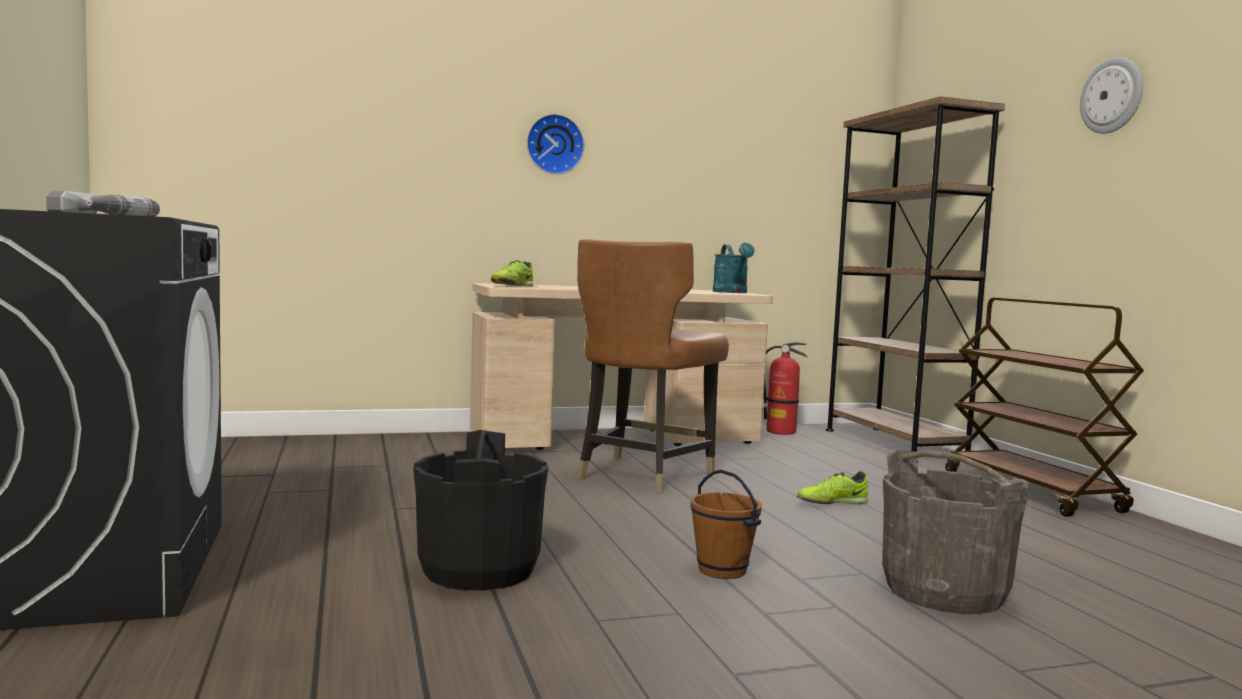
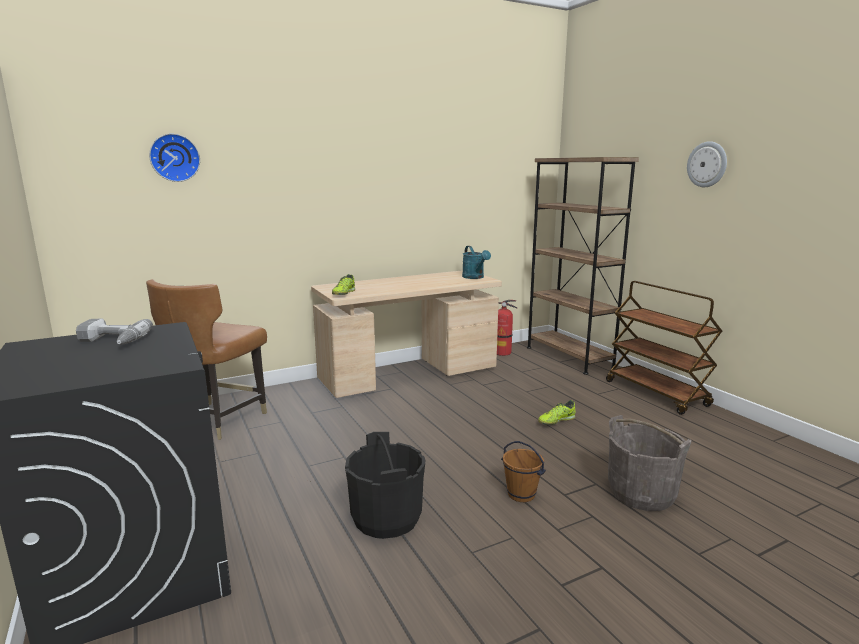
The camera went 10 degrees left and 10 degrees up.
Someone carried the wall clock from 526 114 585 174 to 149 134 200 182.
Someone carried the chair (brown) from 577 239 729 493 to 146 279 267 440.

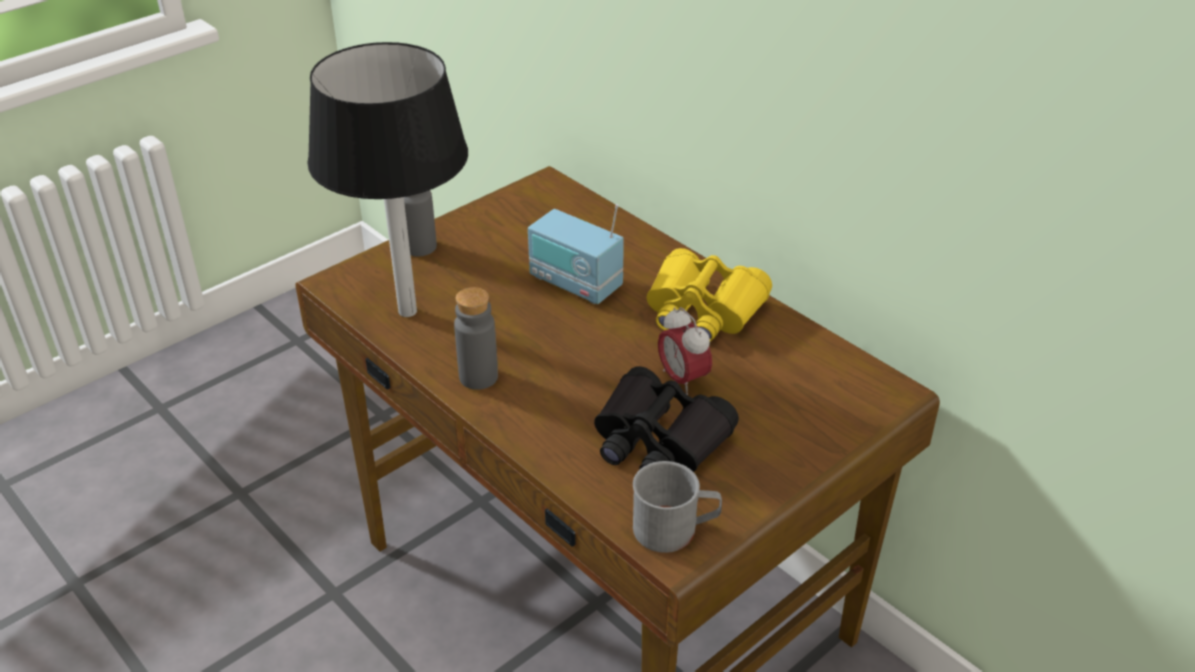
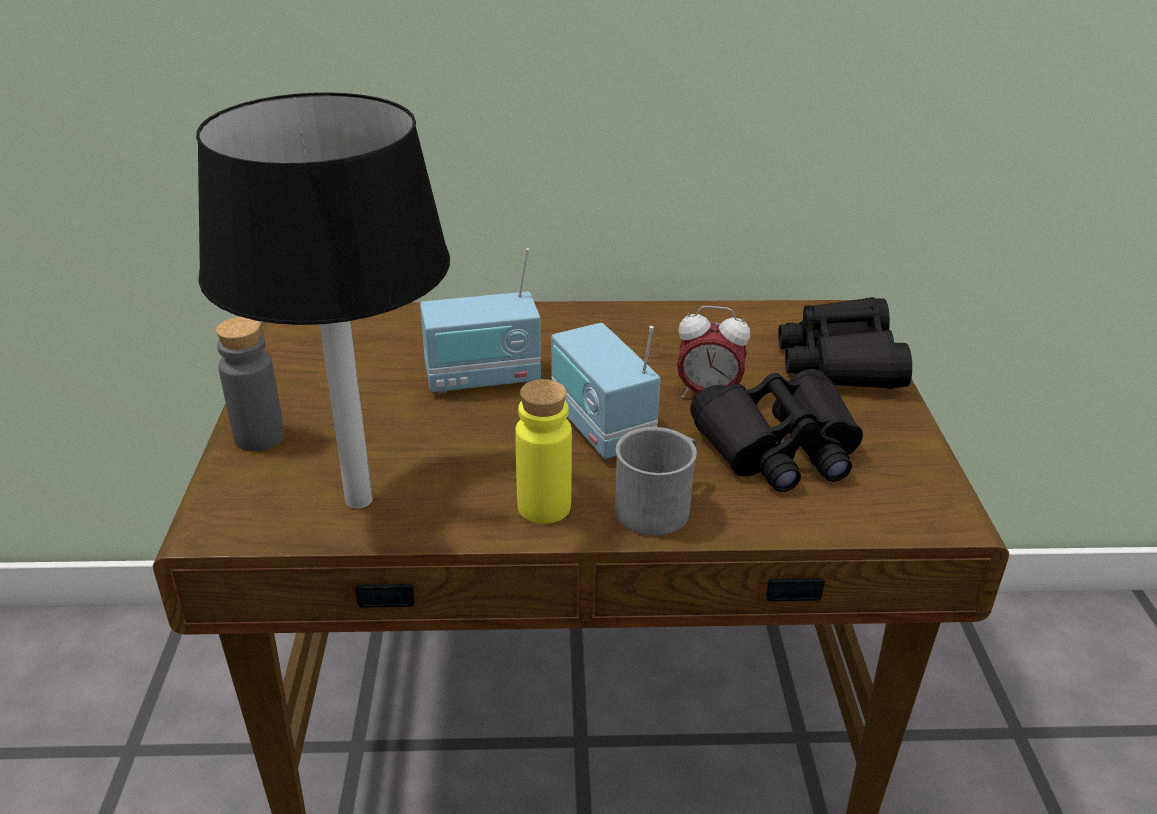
The camera went 50 degrees left and 5 degrees down.
Someone repainted the bottle (grey) at 454 287 498 390, which became the bottle (yellow) at 515 379 572 524.
Someone carried the mug (grey) from 633 461 722 553 to 615 427 697 536.
Someone took away the binoculars (yellow) at 646 248 772 342.
Someone put down the radio at 551 323 661 459.
Someone put down the binoculars (black) at 778 297 912 389.

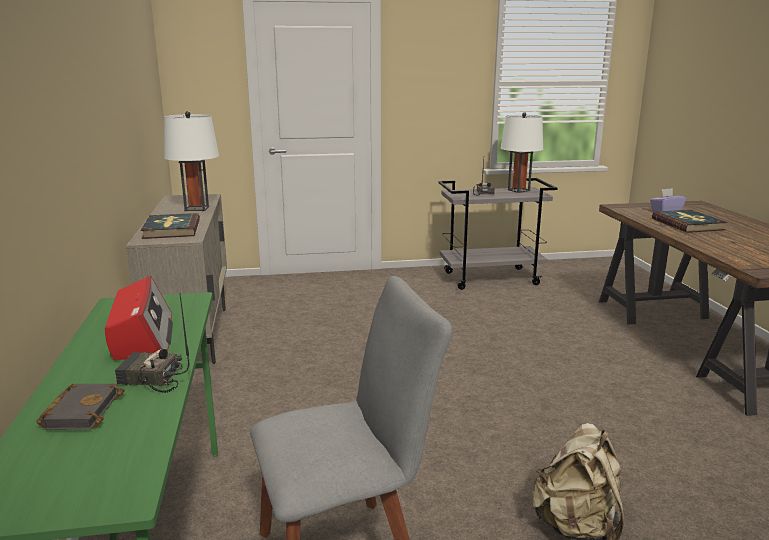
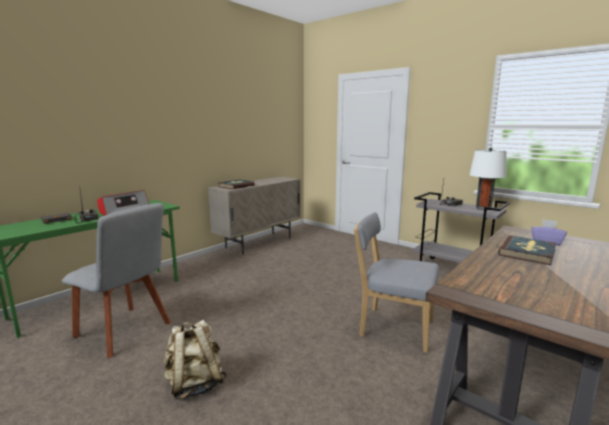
The camera went 50 degrees right and 5 degrees down.
Someone took away the table lamp (white) at 164 111 219 211.
Someone put down the chair (grey) at 354 212 439 353.

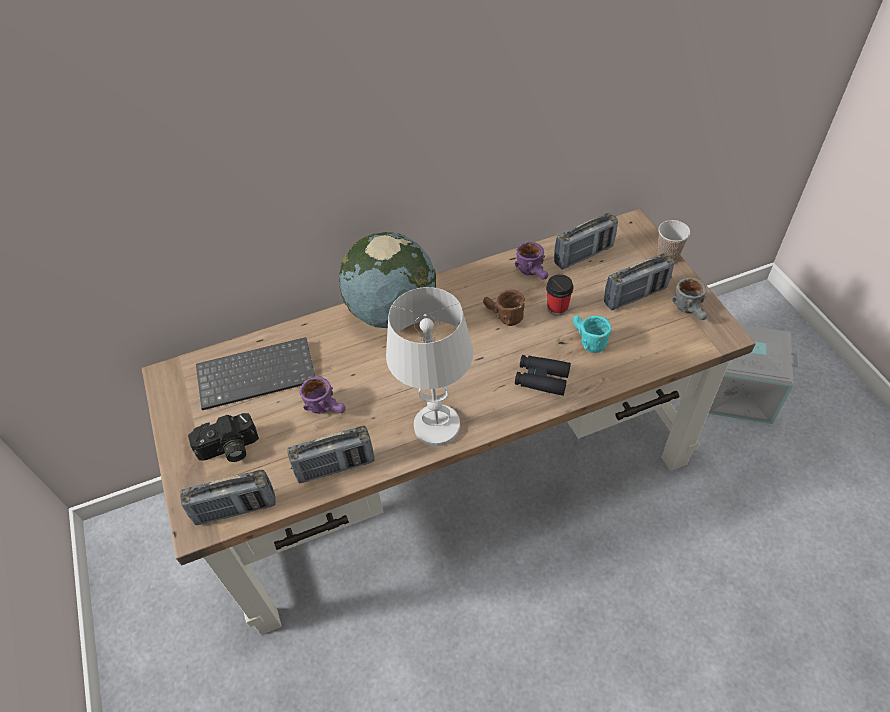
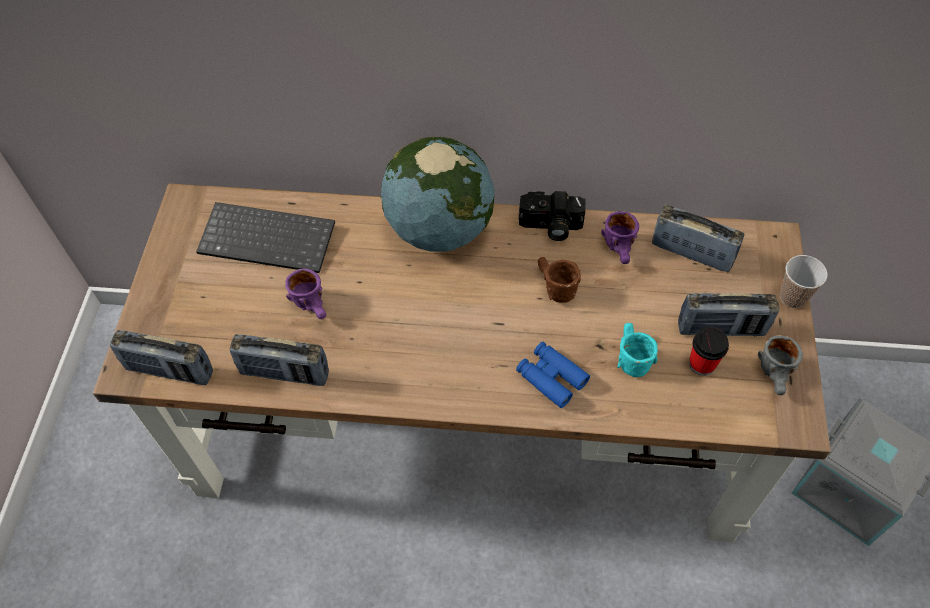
The camera went 25 degrees right and 5 degrees up.
Someone carried the photo camera from 188 413 259 462 to 519 191 585 241.
Someone took away the table lamp (white) at 386 287 473 446.
Someone repainted the binoculars (black) at 515 355 571 396, which became the binoculars (blue) at 516 342 590 408.
Someone carried the cup from 546 274 573 316 to 689 327 729 376.
Someone rotated the radio at 554 213 618 270 by 150 degrees counterclockwise.

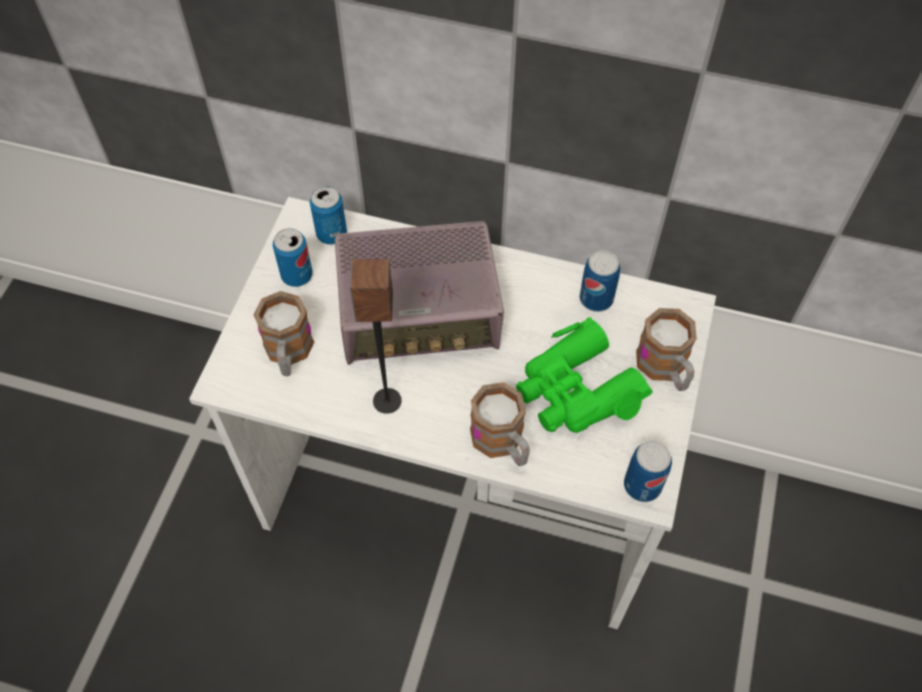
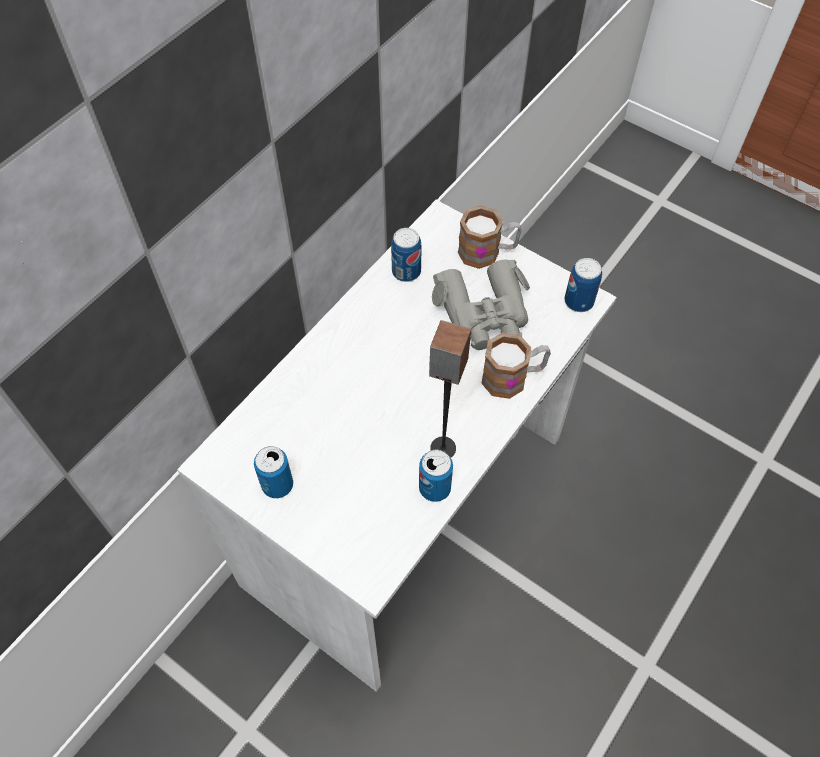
The camera went 70 degrees left and 0 degrees up.
Someone took away the mug at 253 291 314 376.
Someone carried the can from 310 186 347 244 to 419 450 453 502.
Someone took away the radio at 335 221 504 365.
Someone repainted the binoculars (green) at 516 317 653 433, which became the binoculars (grey) at 432 260 530 350.

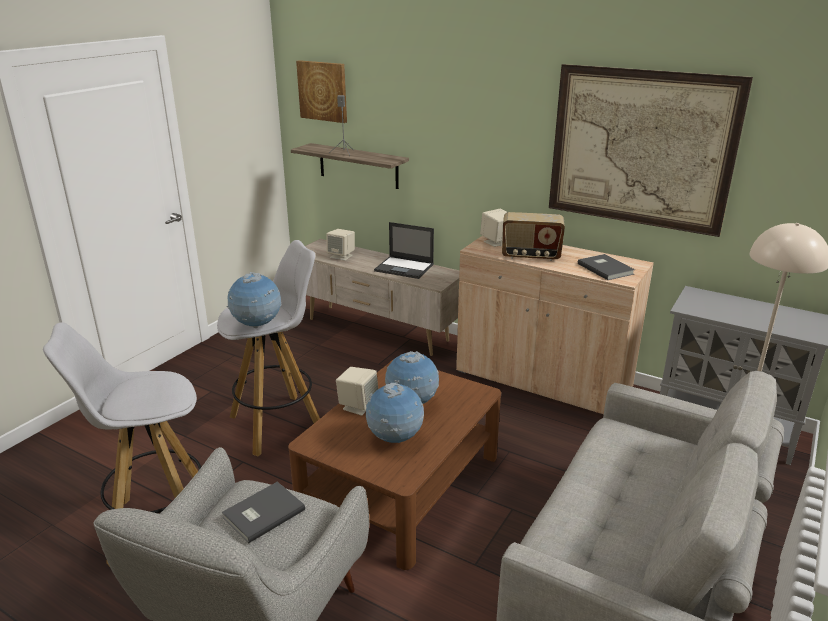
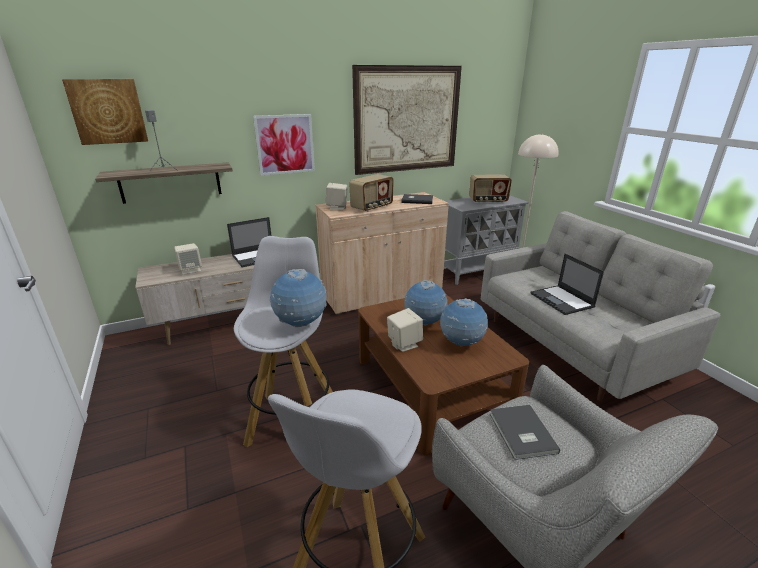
The camera went 55 degrees left and 0 degrees up.
Someone put up the picture at 253 114 315 176.
Someone put down the radio at 469 175 512 203.
Someone put down the laptop at 530 254 604 315.

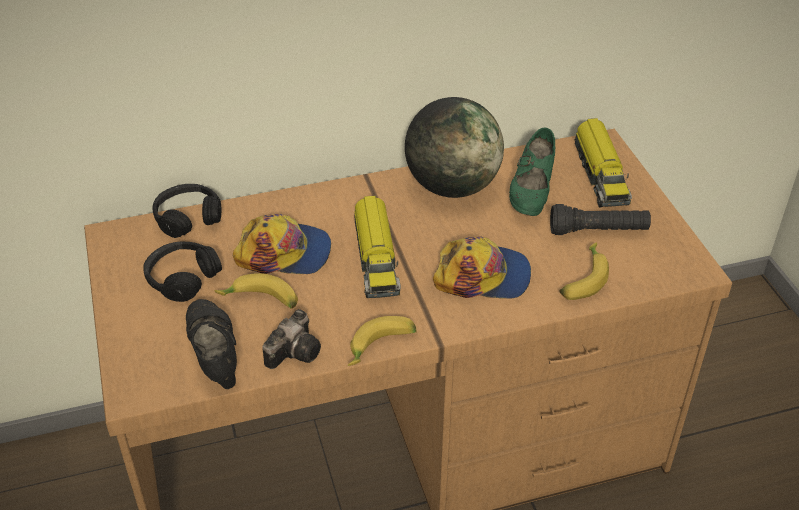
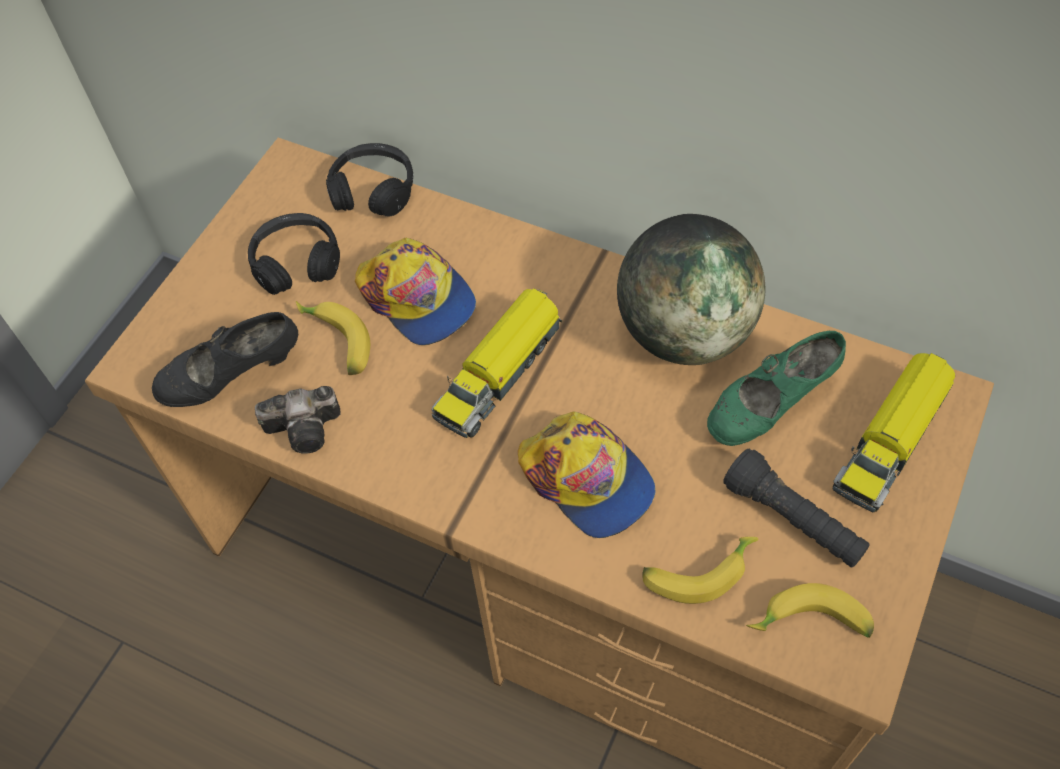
The camera went 45 degrees right and 15 degrees up.
Someone rotated the shoe (black) at 186 299 237 389 by 135 degrees counterclockwise.
Someone carried the banana from 348 316 417 366 to 746 583 874 638.

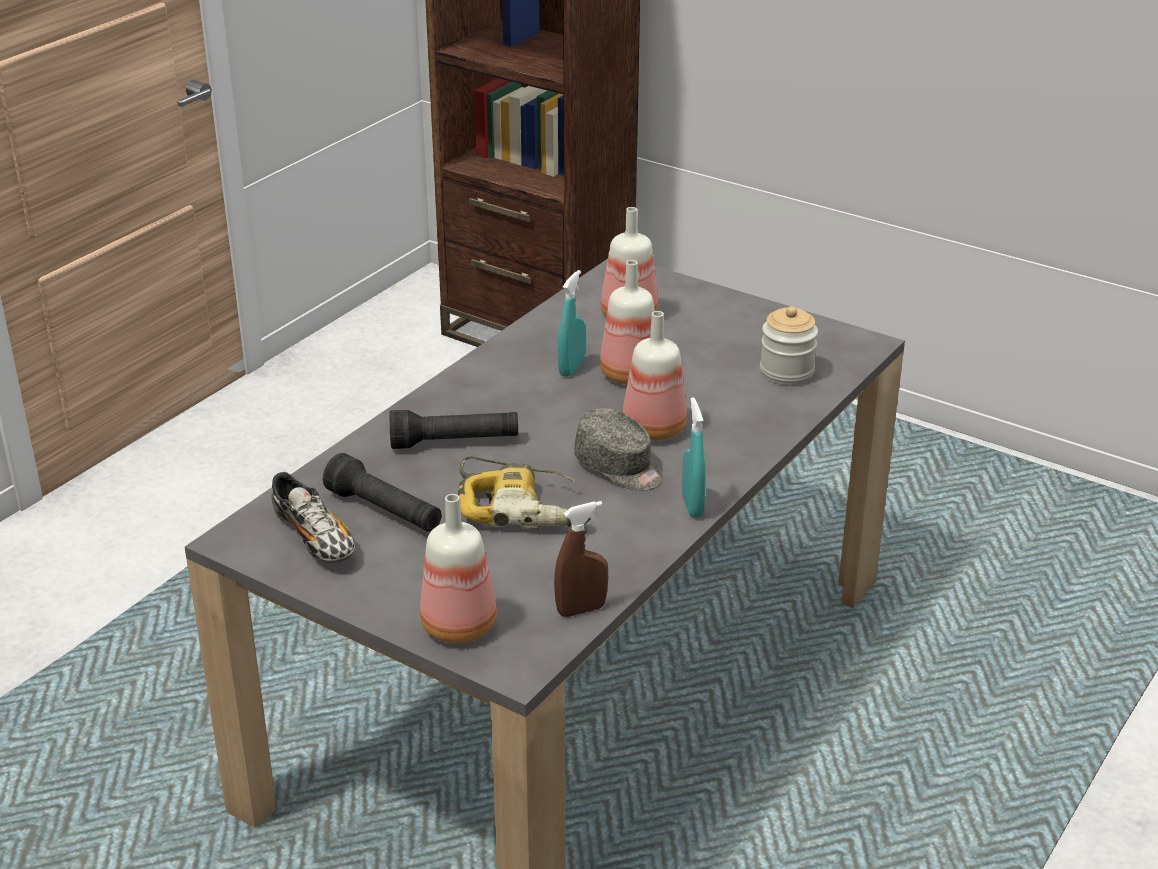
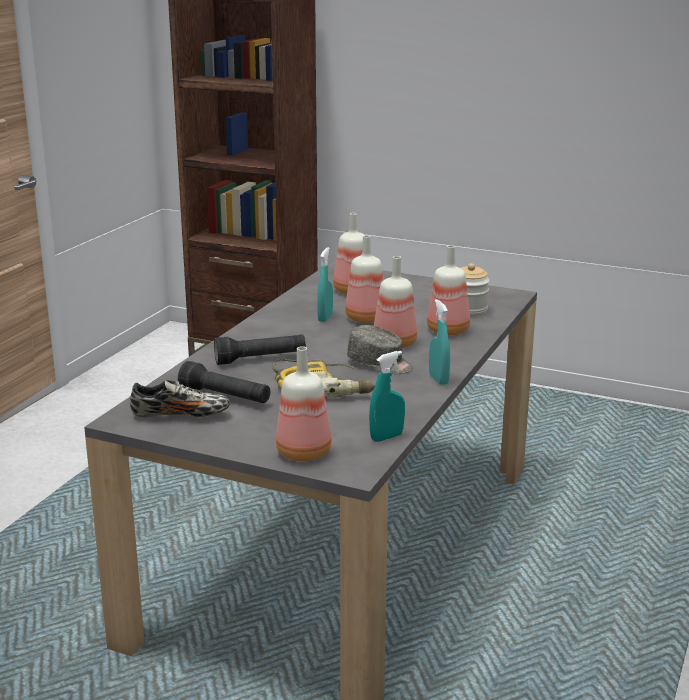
The camera went 10 degrees left and 10 degrees down.
Someone rotated the shoe at 272 472 355 563 by 45 degrees counterclockwise.
Someone repainted the spray bottle (brown) at 554 501 608 617, which became the spray bottle (turquoise) at 369 351 405 442.
Someone put down the bottle at 427 245 470 335.

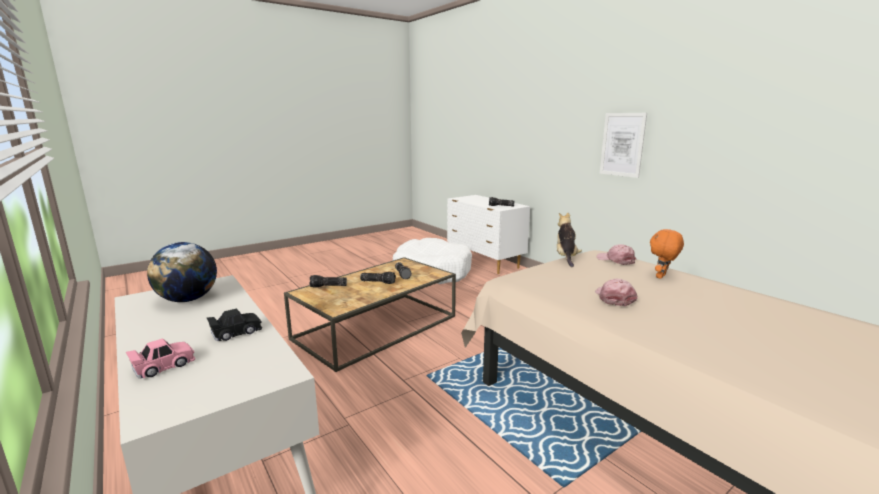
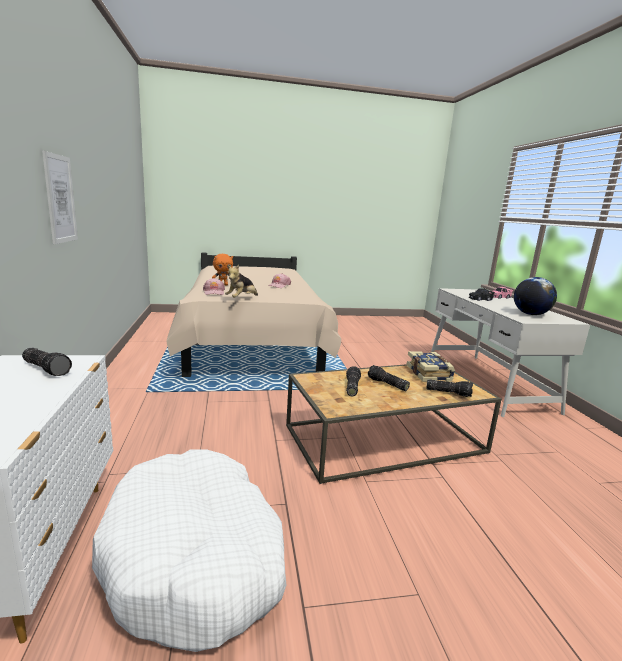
The camera went 155 degrees left and 0 degrees up.
Someone put down the book at 406 351 455 382.

